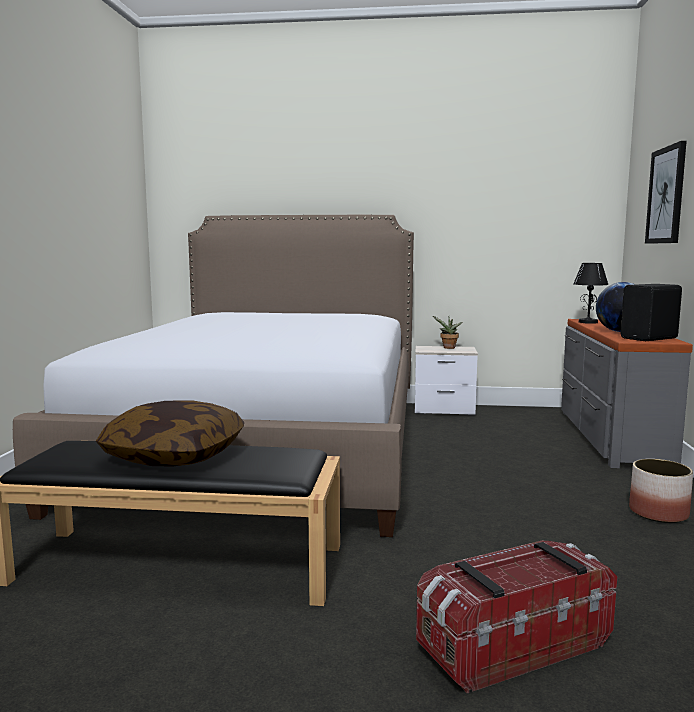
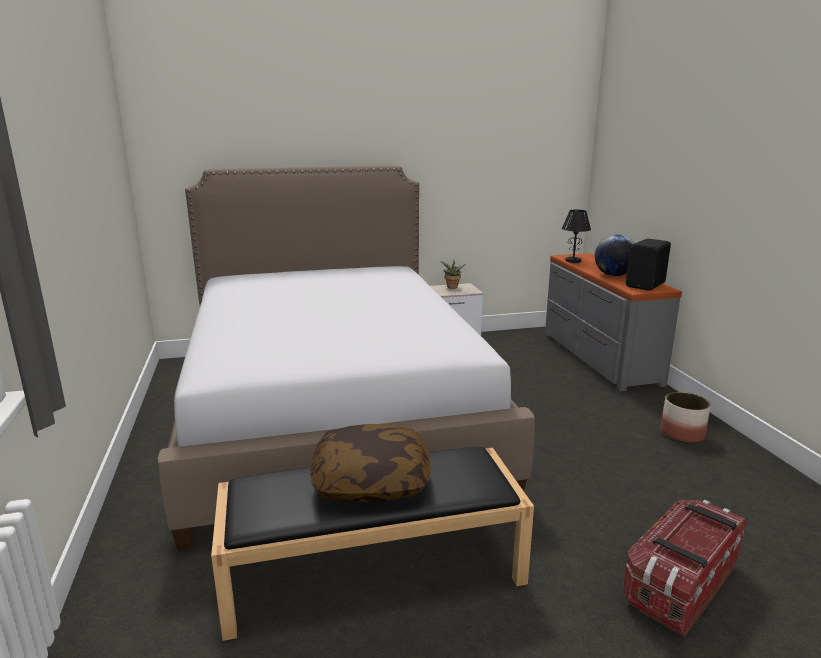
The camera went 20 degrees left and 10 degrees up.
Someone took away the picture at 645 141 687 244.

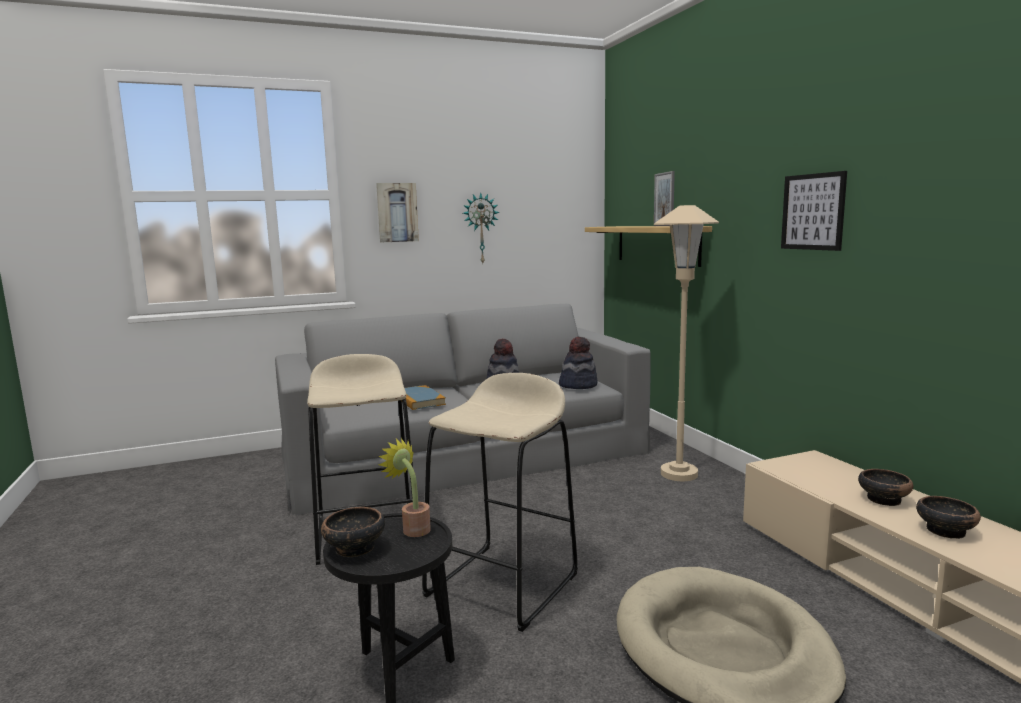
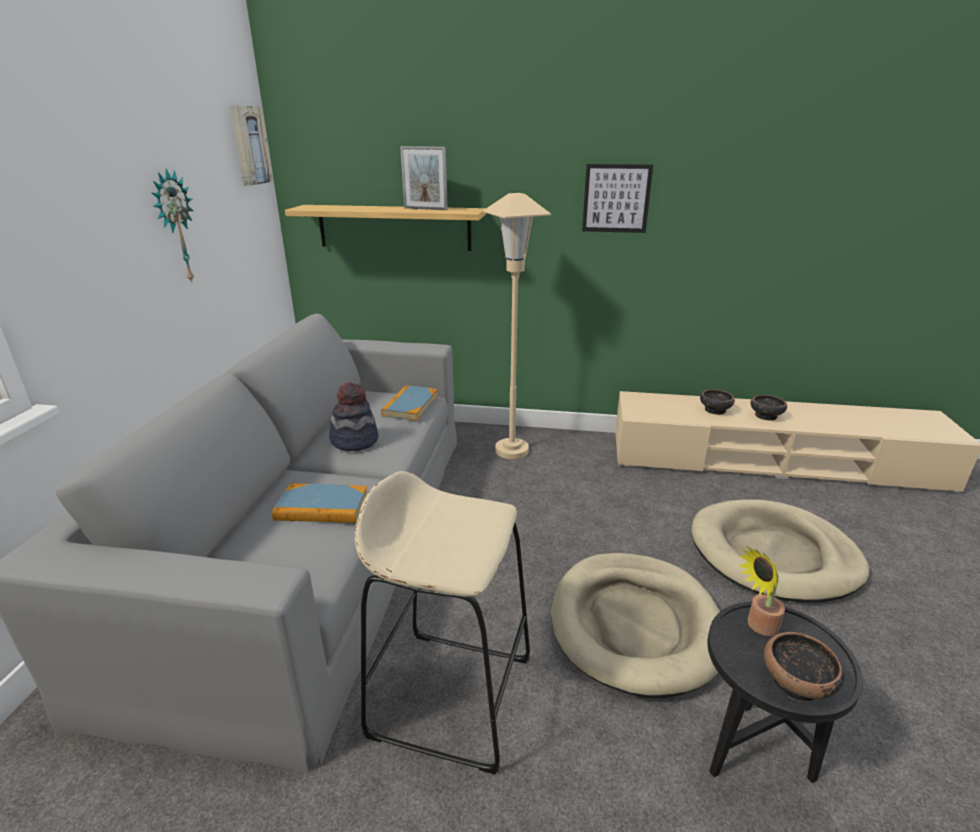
The camera went 60 degrees left and 15 degrees up.
Someone carried the picture from 376 183 419 242 to 230 105 273 186.
Someone swapped the stool (beige) at 422 373 578 632 for the dog bed (beige) at 551 553 720 698.
Someone swapped the hat at 559 337 598 389 for the book at 381 385 438 421.

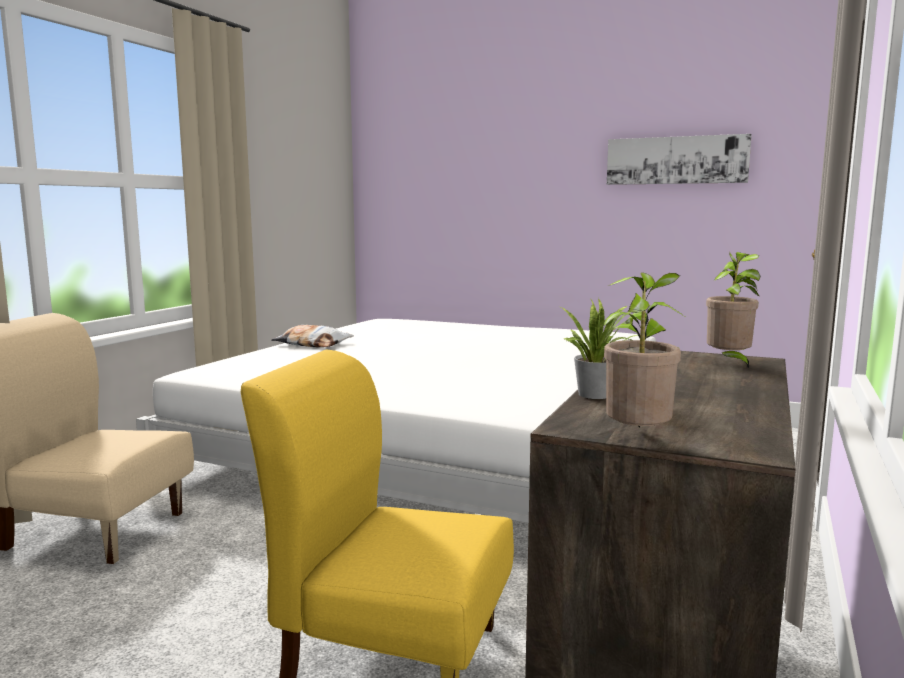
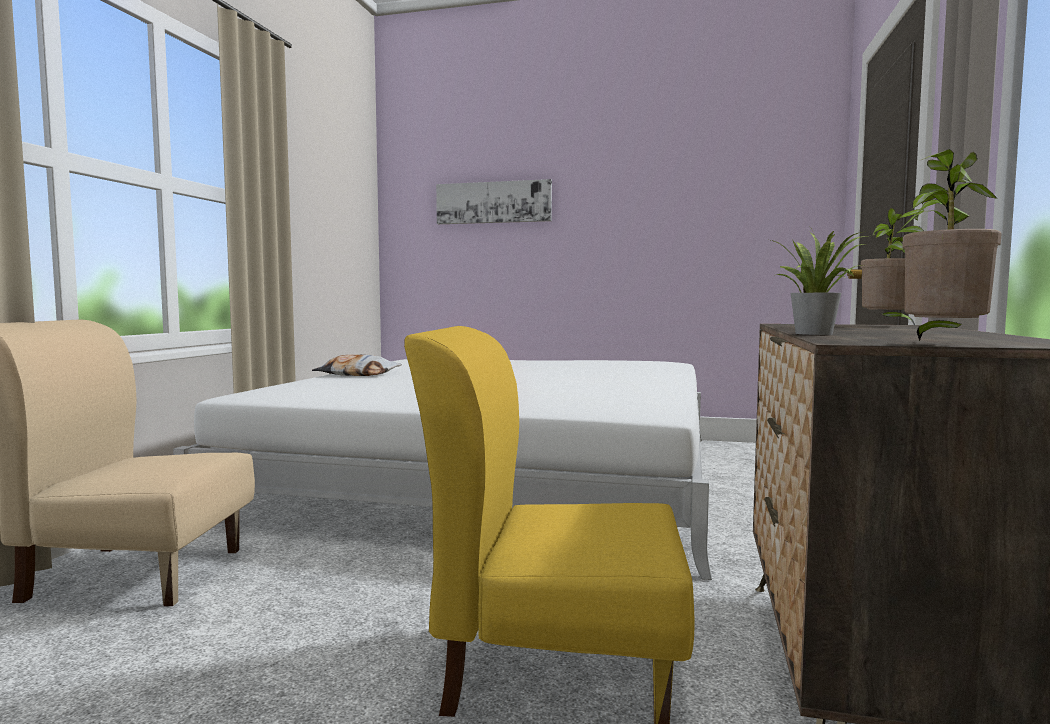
The camera went 10 degrees left and 5 degrees down.
Someone carried the picture from 607 134 752 185 to 436 179 552 224.

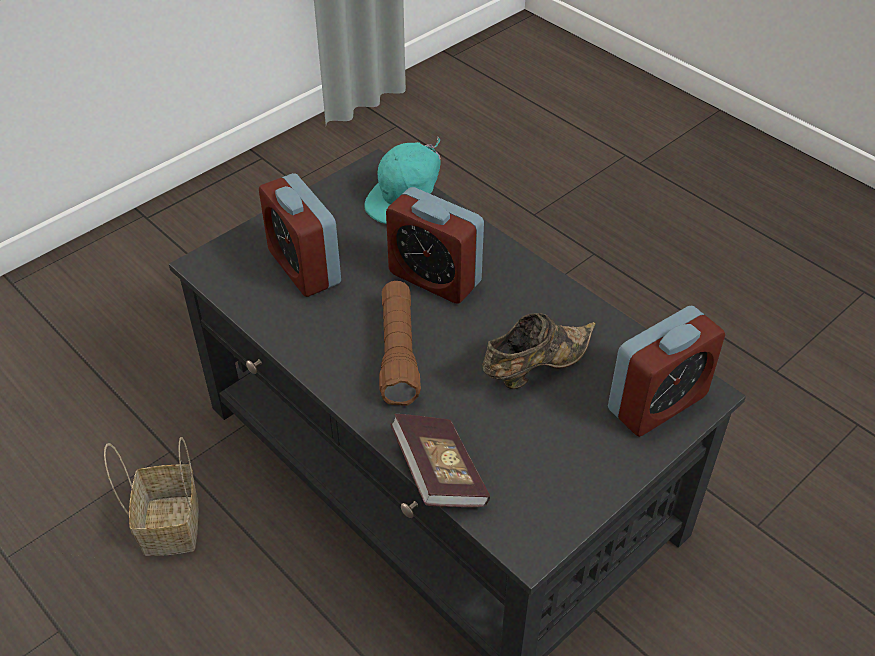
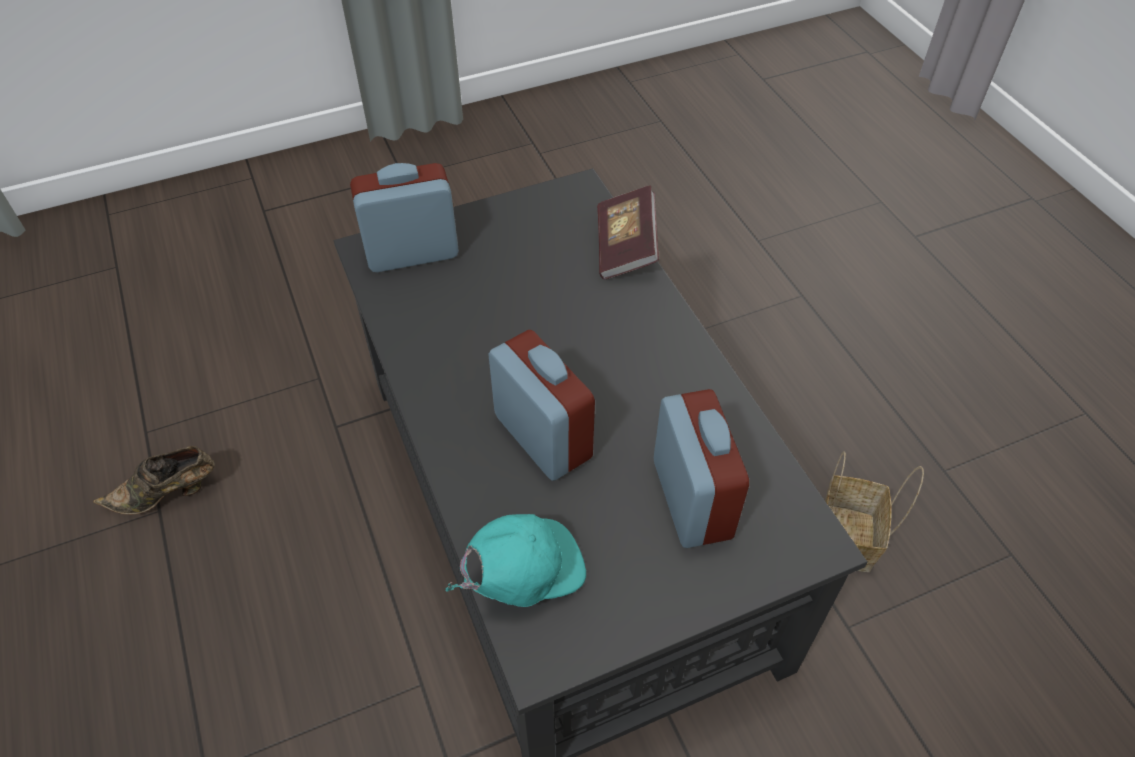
The camera went 160 degrees left and 5 degrees up.
Someone took away the flashlight (brown) at 379 281 421 406.
Someone carried the shoe (brown) from 482 313 595 389 to 93 446 215 515.

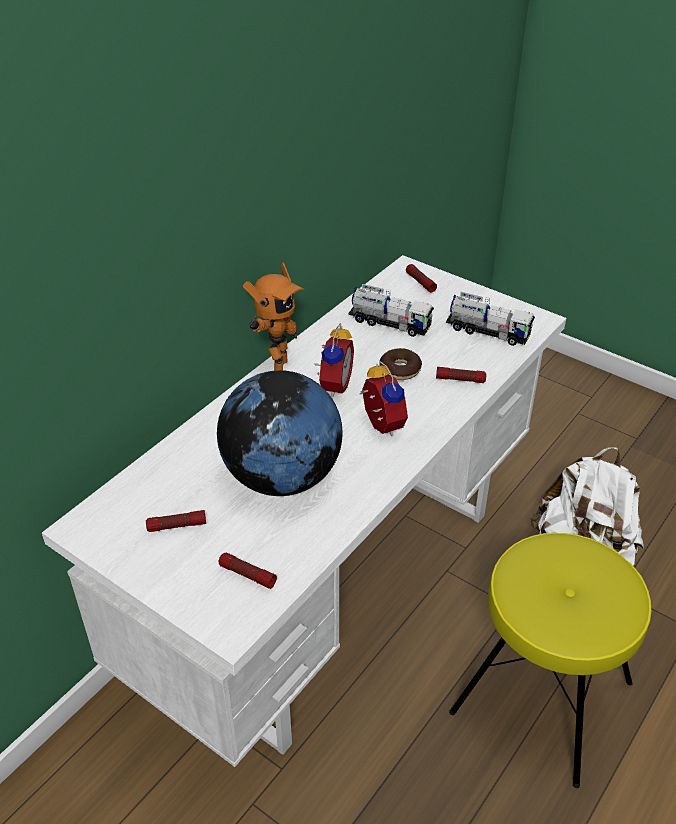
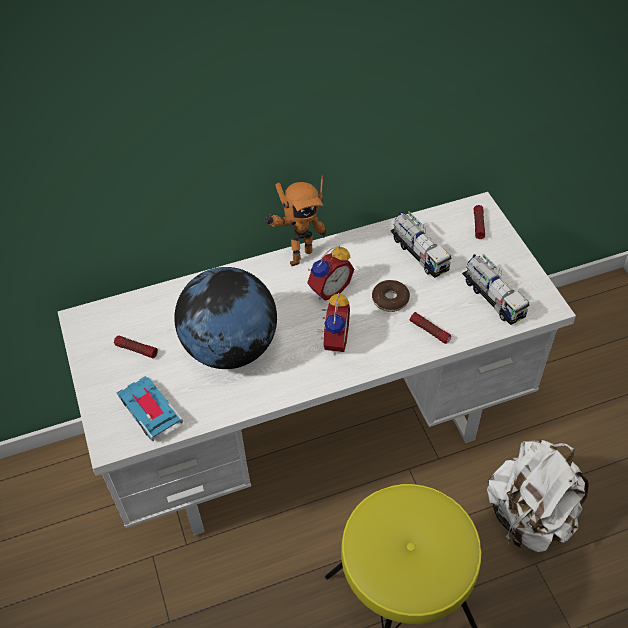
The camera went 35 degrees right and 10 degrees up.
Someone swapped the flashlight at 219 553 277 589 for the toy car at 117 376 183 441.

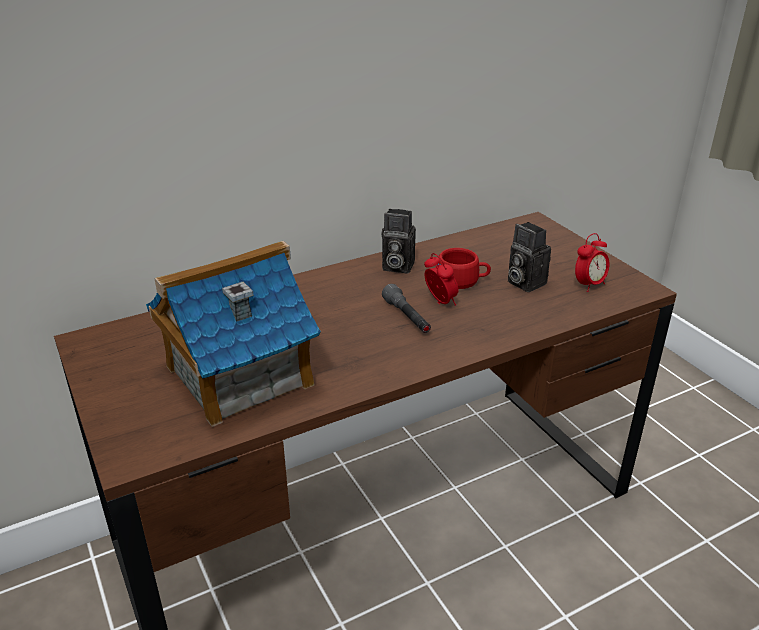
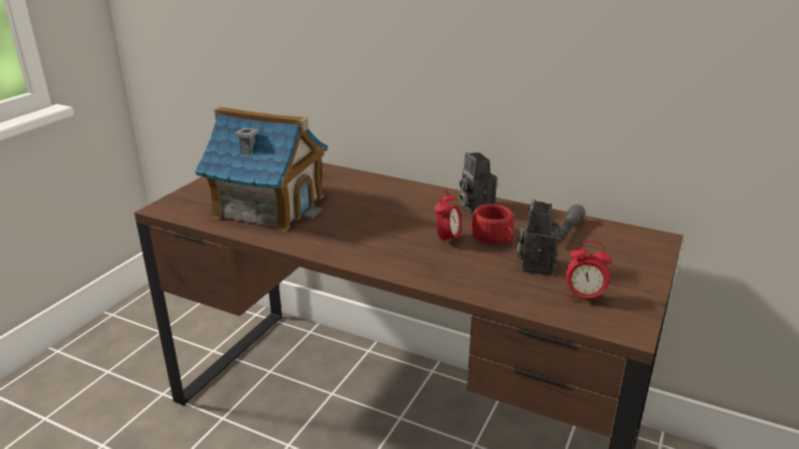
The camera went 55 degrees right and 5 degrees down.
Someone carried the flashlight (grey) from 382 284 431 333 to 558 204 586 244.

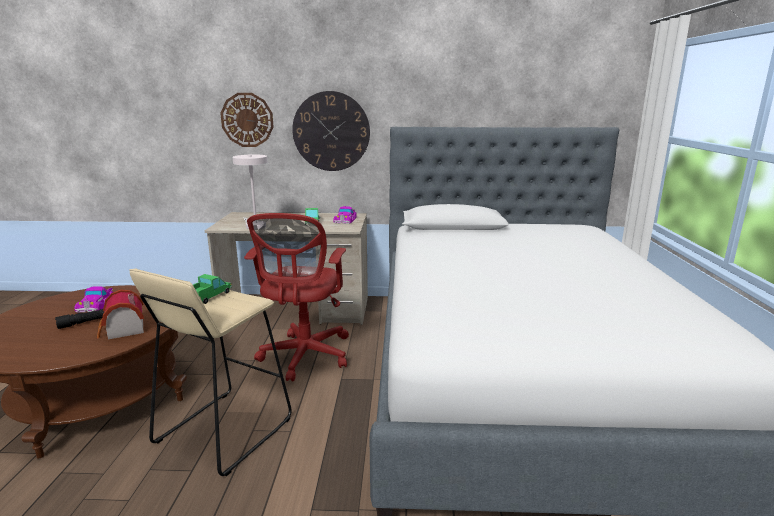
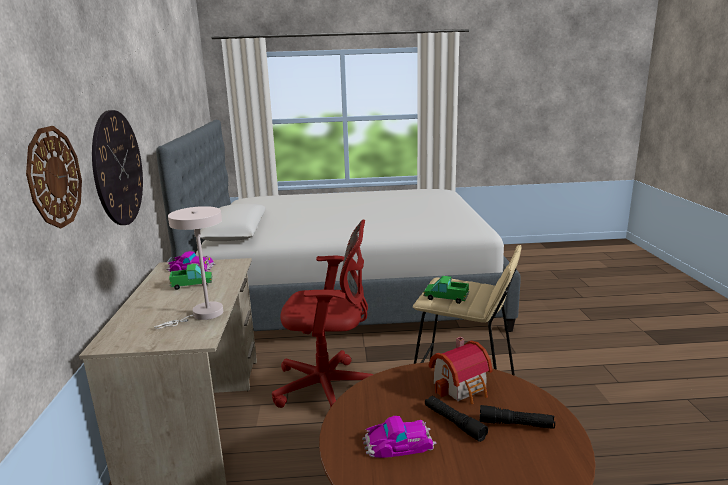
The camera went 95 degrees left and 0 degrees up.
Someone put down the flashlight (black) at 480 405 555 429.

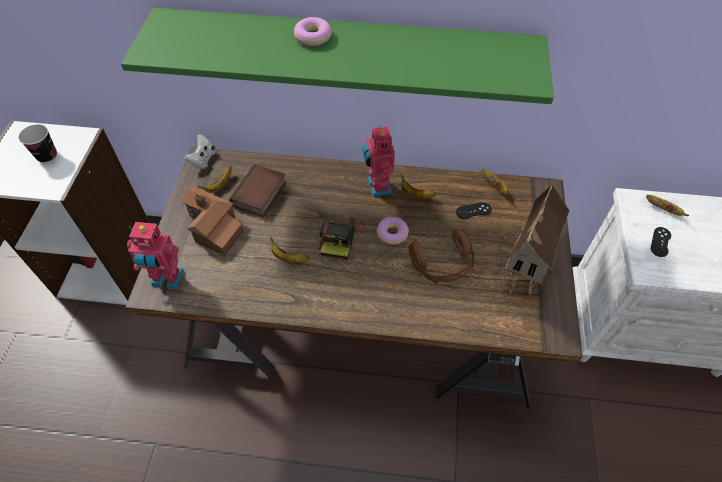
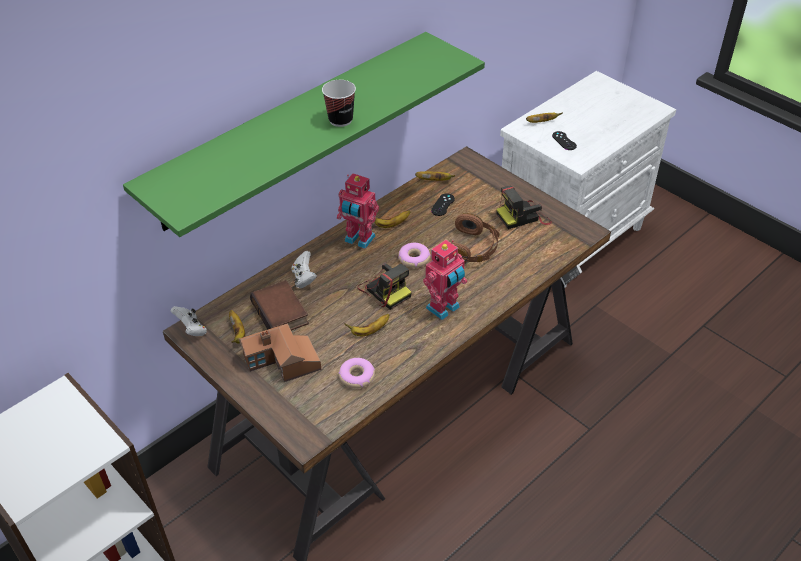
The camera went 50 degrees left and 10 degrees down.
Someone carried the cup from 18 124 57 163 to 322 80 356 127.
Someone carried the toy robot from 127 222 184 289 to 423 240 467 320.
Someone carried the donut from 294 17 332 46 to 338 358 375 388.
Someone swapped the toy house at 499 183 570 297 for the photo camera at 496 186 552 229.
Someone put down the game controller (white) at 291 251 317 288.

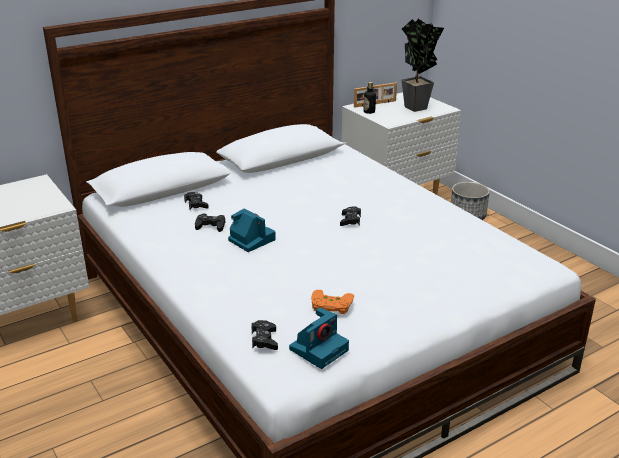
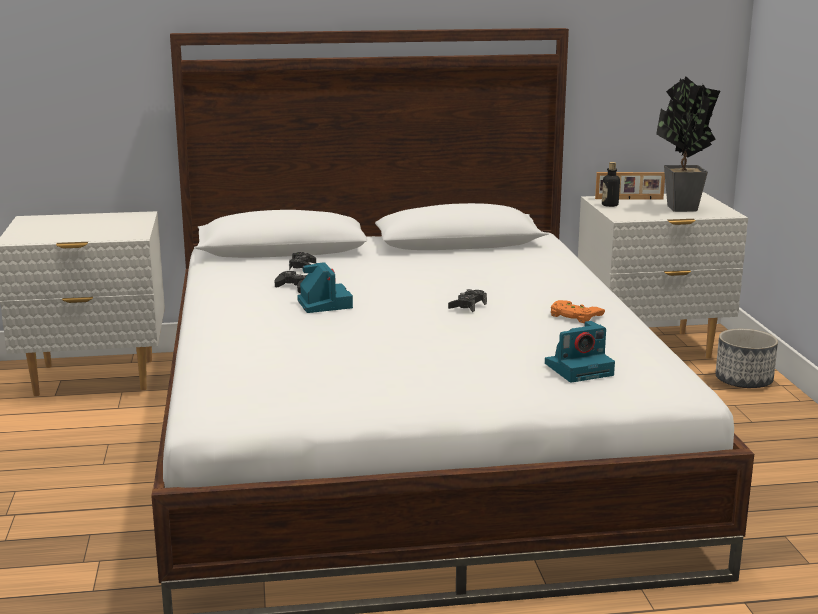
The camera went 25 degrees right and 10 degrees down.
Someone took away the game controller (black) at 251 320 278 350.
Someone carried the photo camera from 289 307 349 369 to 545 321 615 383.
Someone carried the game controller (orange) from 311 290 354 314 to 551 300 605 323.

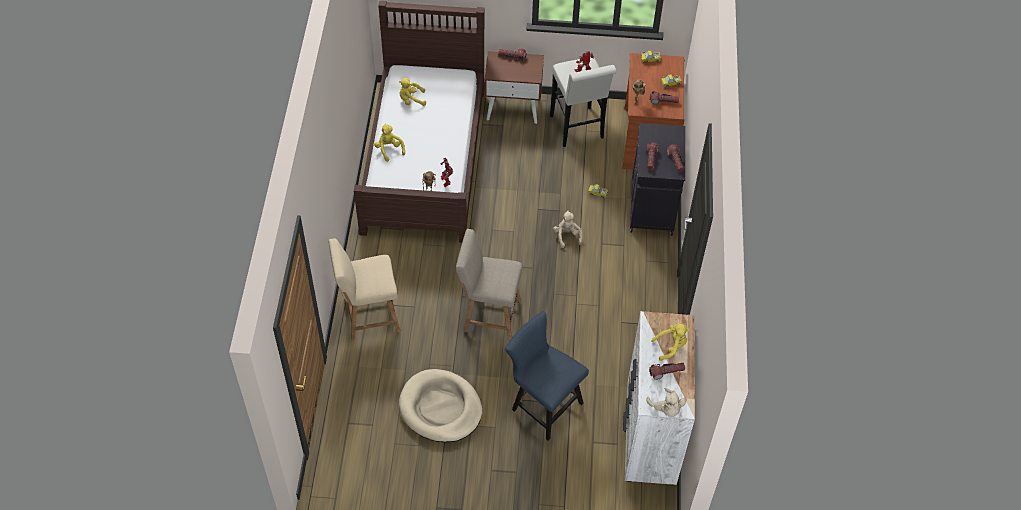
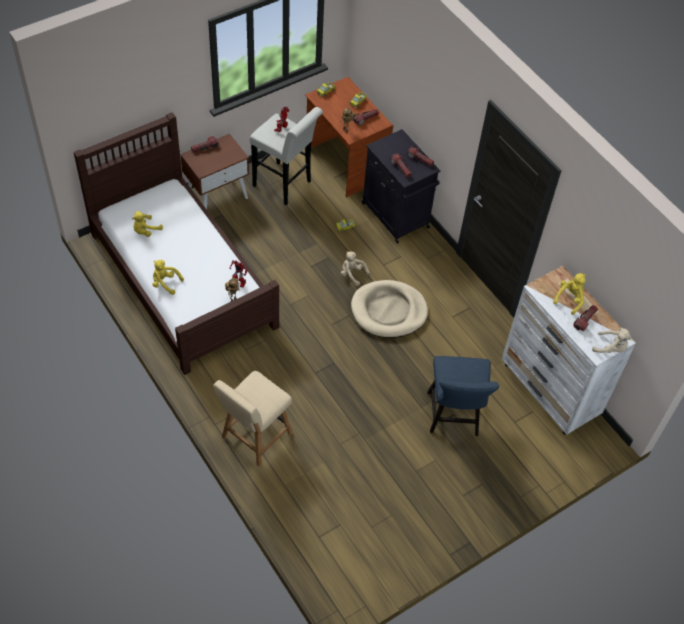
The camera went 40 degrees left and 0 degrees up.
Someone carried the dog bed (beige) from 399 369 482 442 to 351 280 428 338.
Someone took away the chair (beige) at 456 229 522 340.
Someone rotated the chair (blue) at 505 311 589 441 by 90 degrees counterclockwise.

